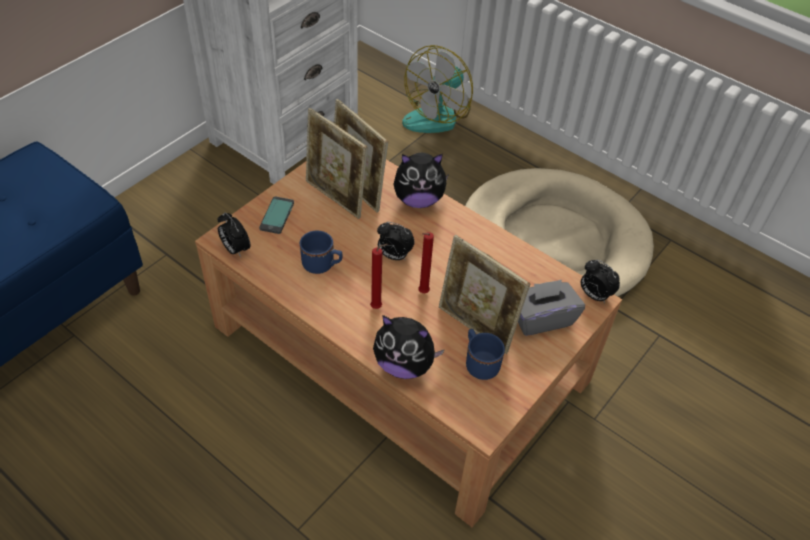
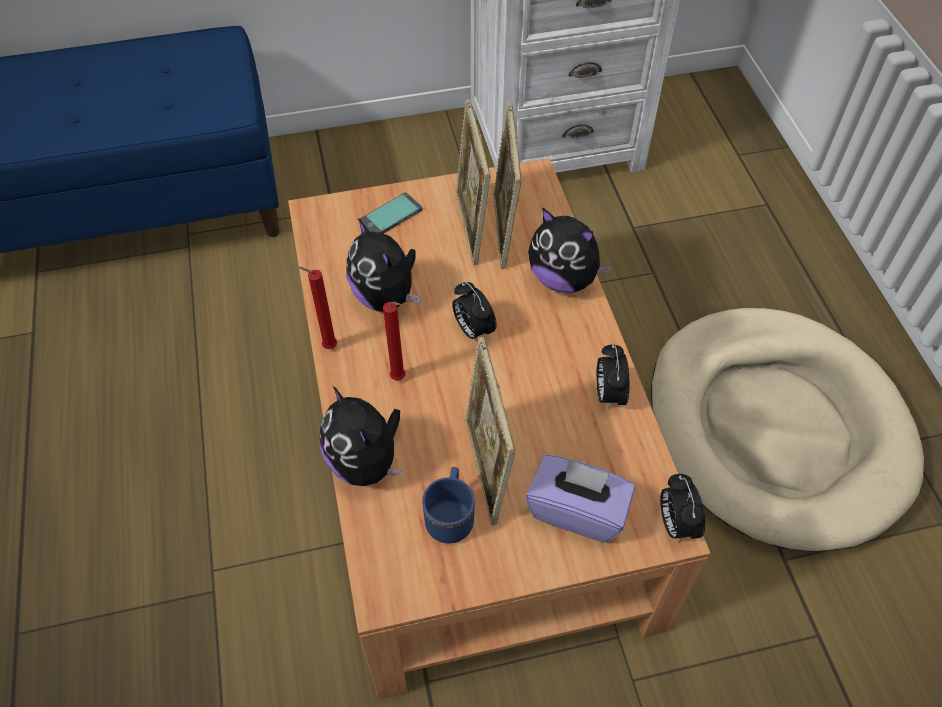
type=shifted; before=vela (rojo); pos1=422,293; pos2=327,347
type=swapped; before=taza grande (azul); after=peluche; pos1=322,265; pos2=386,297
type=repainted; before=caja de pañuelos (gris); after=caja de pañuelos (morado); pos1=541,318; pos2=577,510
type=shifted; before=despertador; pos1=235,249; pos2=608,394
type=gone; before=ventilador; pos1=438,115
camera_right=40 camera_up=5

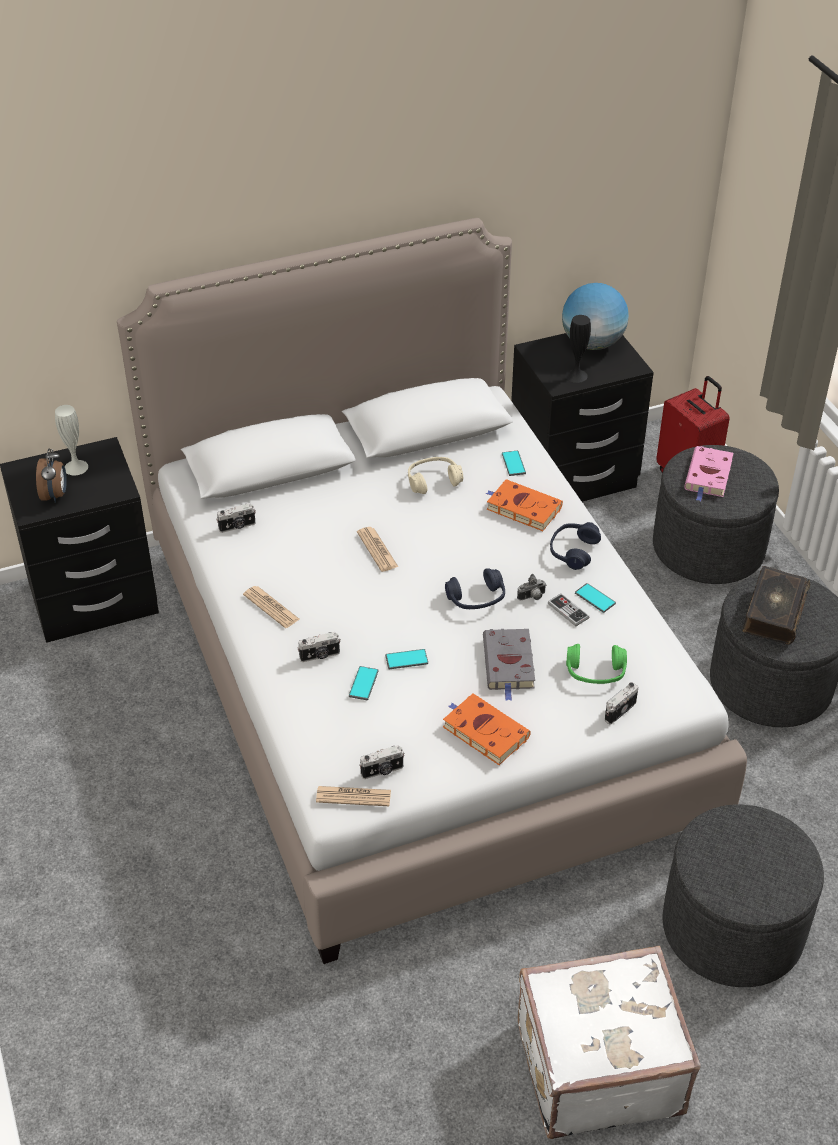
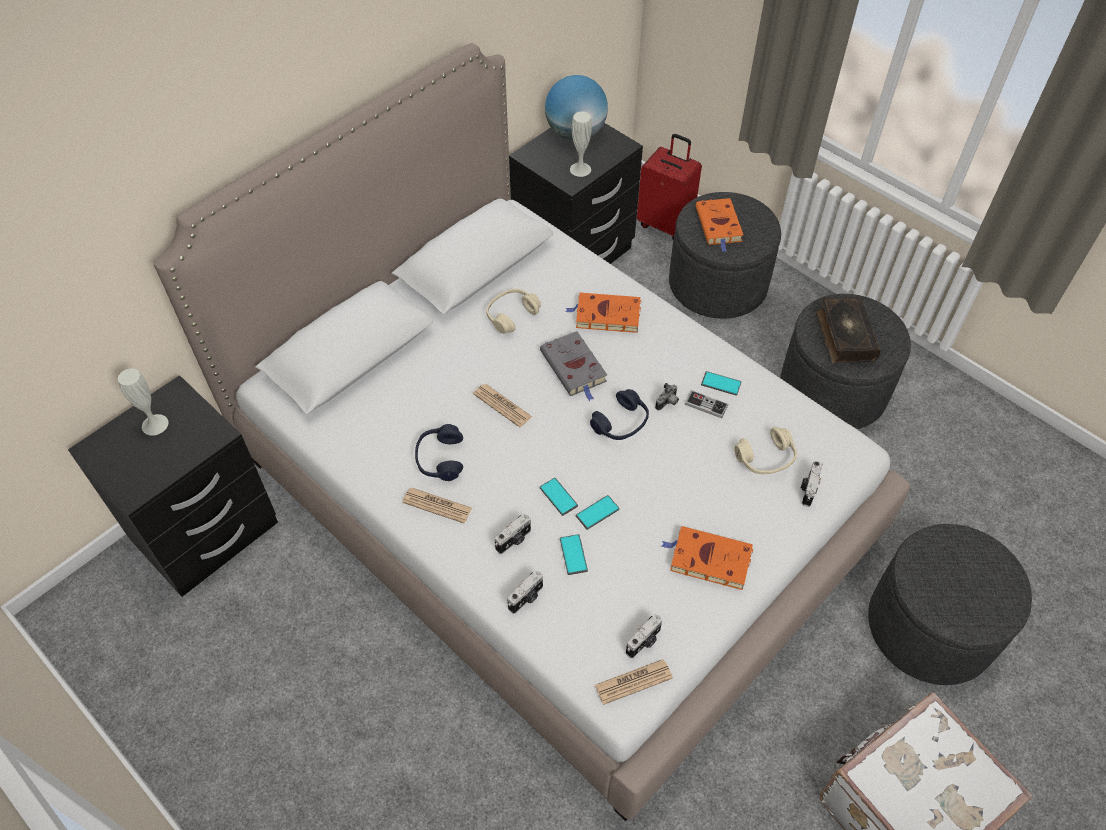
type=shifted; before=auriculares (azul); pos1=573,551; pos2=440,459
type=shifted; before=cámara; pos1=237,527; pos2=527,598
type=shifted; before=libro (gris); pos1=509,665; pos2=574,368
type=shifted; before=móvil; pos1=513,463; pos2=558,497
type=repainted; before=florero (negro); after=florero (blanco); pos1=576,375; pos2=580,169
type=repainted; before=libro (rosa); after=libro (naranja); pos1=708,476; pos2=719,226
type=repainted; before=auriculares (verde); after=auriculares (beis); pos1=595,672; pos2=765,458
type=gone; before=despertador; pos1=55,495
camera_right=-25 camera_up=10

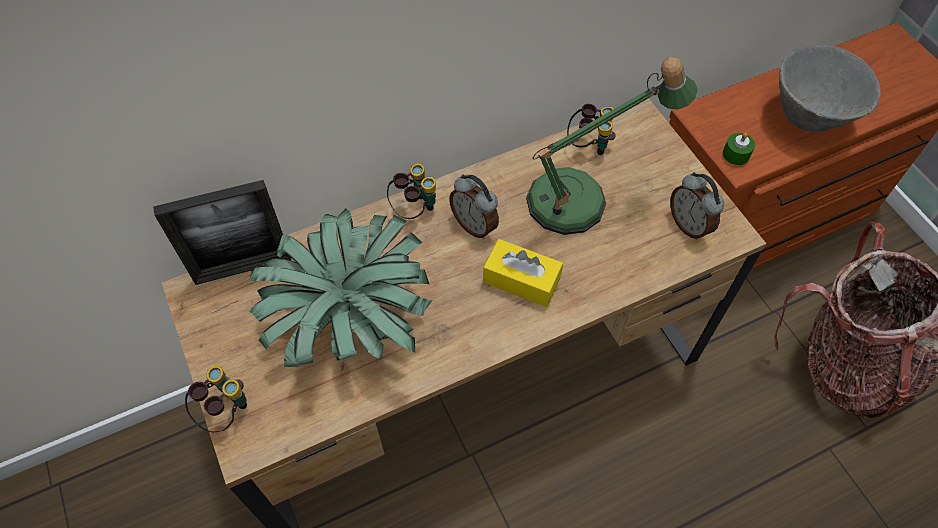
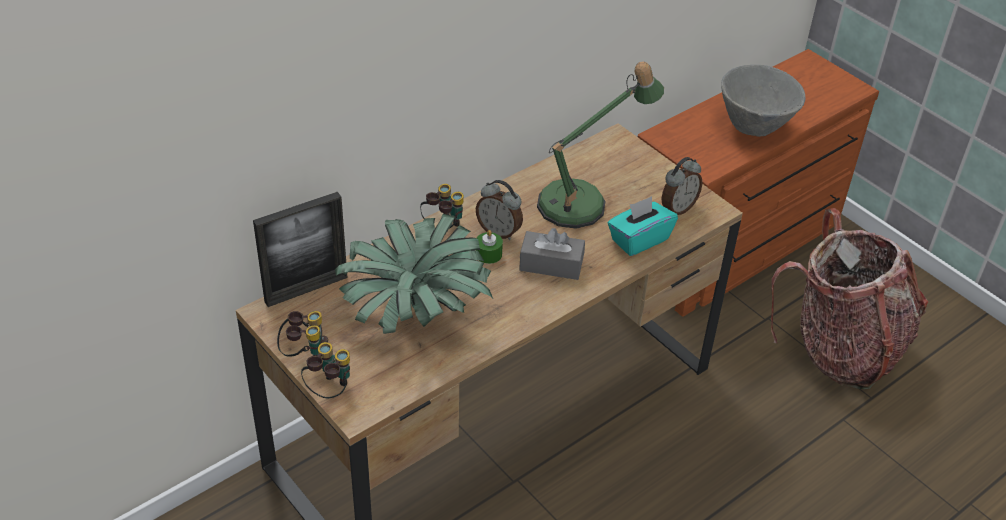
type=shifted; before=prismáticos; pos1=588,145; pos2=304,353
type=shifted; before=vela (verde); pos1=736,154; pos2=488,254
type=repainted; before=caja de pañuelos (amarillo); after=caja de pañuelos (gris); pos1=521,280; pos2=551,264
type=new; after=caja de pañuelos (turquesa); pos2=639,239
type=rotated; before=despertador; pos1=689,225; pos2=677,208; turn=-90
camera_right=-15 camera_up=-15

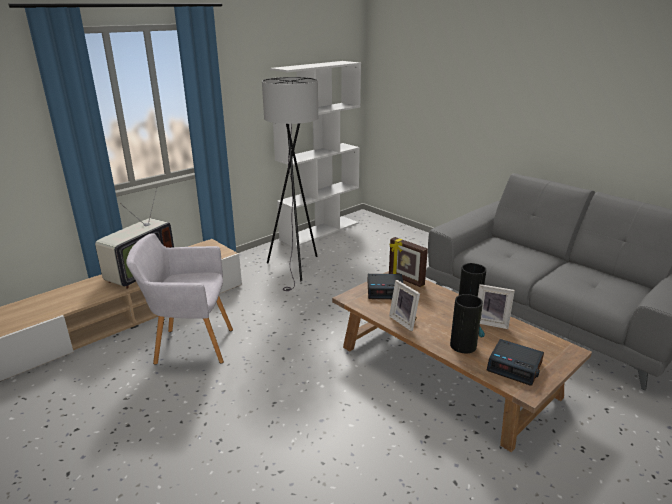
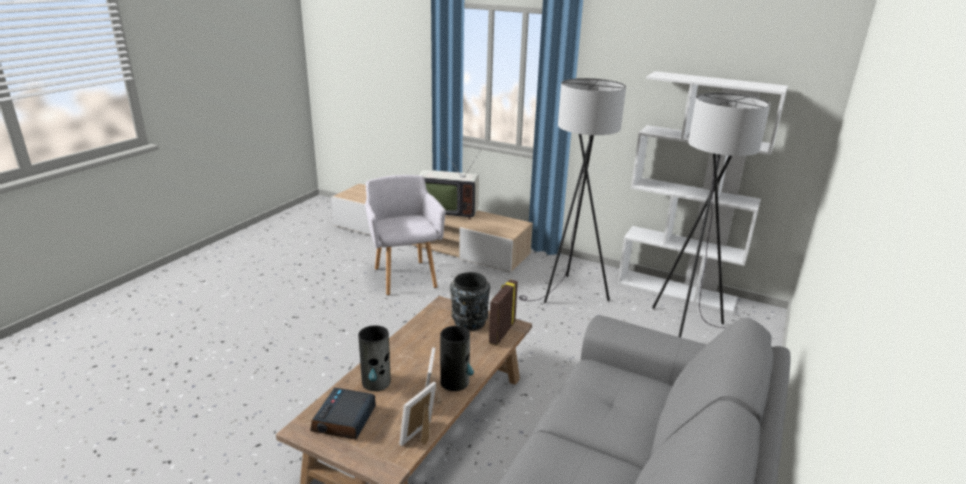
type=shifted; before=portarretratos; pos1=405,321; pos2=421,436
type=swapped; before=despertador; after=florero (negro); pos1=385,290; pos2=469,322
type=new; after=lámpara de pie (gris); pos2=689,324
camera_right=70 camera_up=0

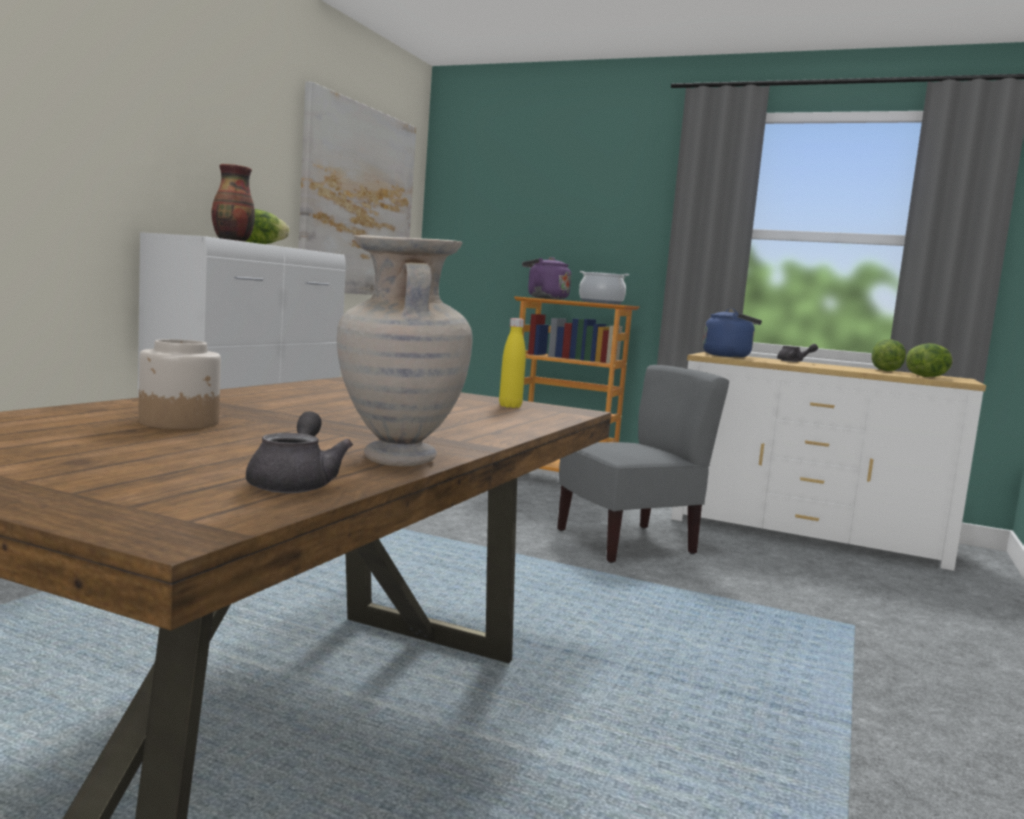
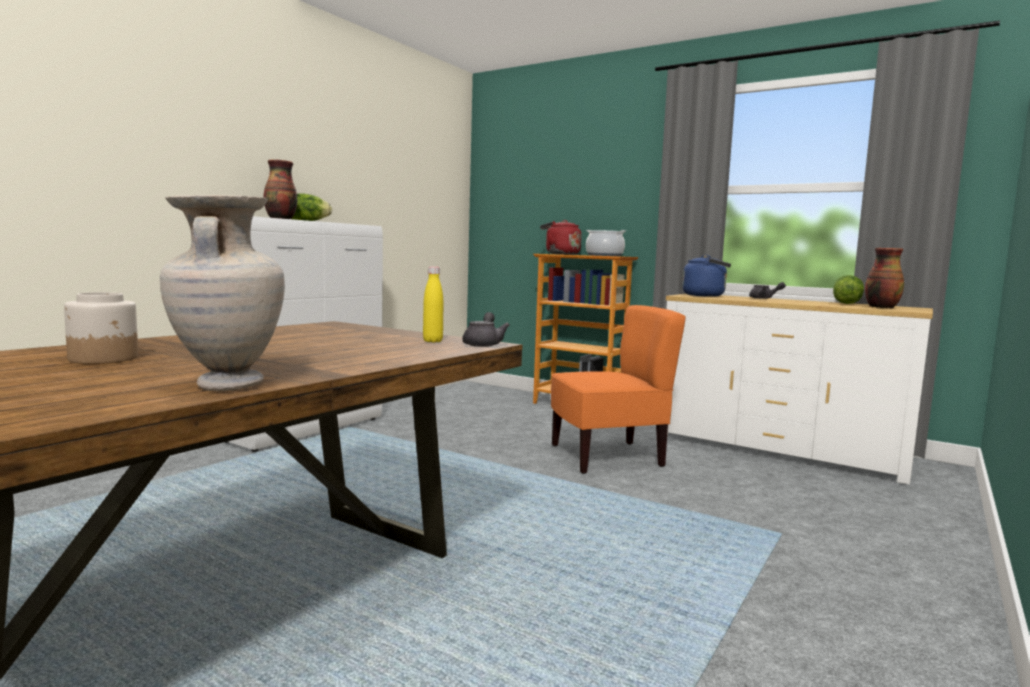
type=shifted; before=tetera (gris); pos1=295,483; pos2=484,344
type=repainted; before=hervidor (morado); after=hervidor (rojo); pos1=544,298; pos2=560,254
type=repainted; before=silla (gris); after=silla (naranja); pos1=627,543; pos2=607,456
type=swapped; before=lechuga; after=florero; pos1=927,376; pos2=880,307
type=gone; before=cuadro; pos1=358,201
camera_right=10 camera_up=0

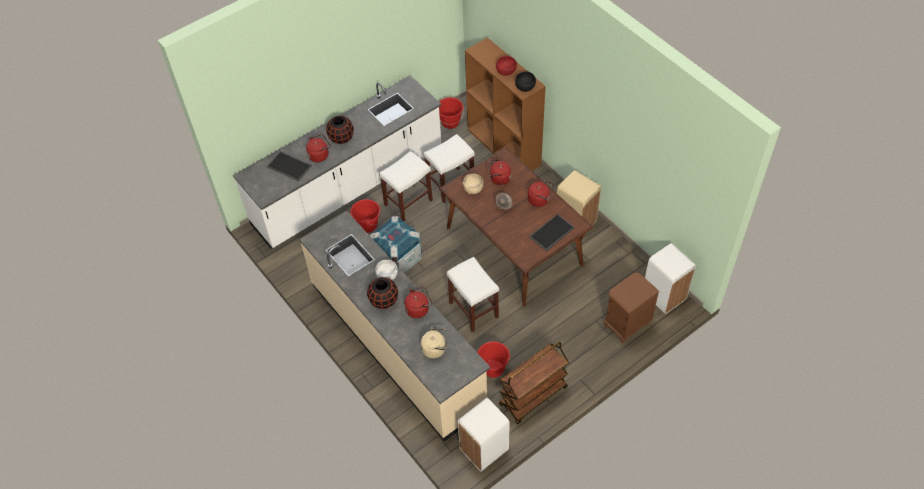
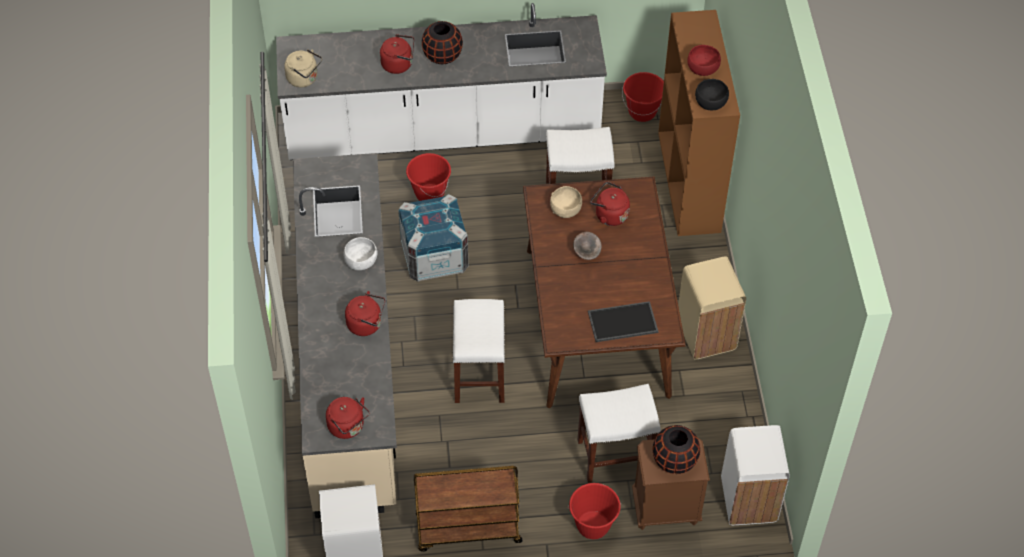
type=shifted; before=hervidor (beis); pos1=435,349; pos2=304,79
type=shifted; before=hervidor (rojo); pos1=540,200; pos2=348,427
type=shifted; before=cubo (rojo); pos1=493,369; pos2=593,526
type=shifted; before=taburete (blanco); pos1=408,203; pos2=614,456
type=shifted; before=florero (negro); pos1=384,300; pos2=674,460
type=gone; before=bandeja; pos1=290,166
camera_right=30 camera_up=0

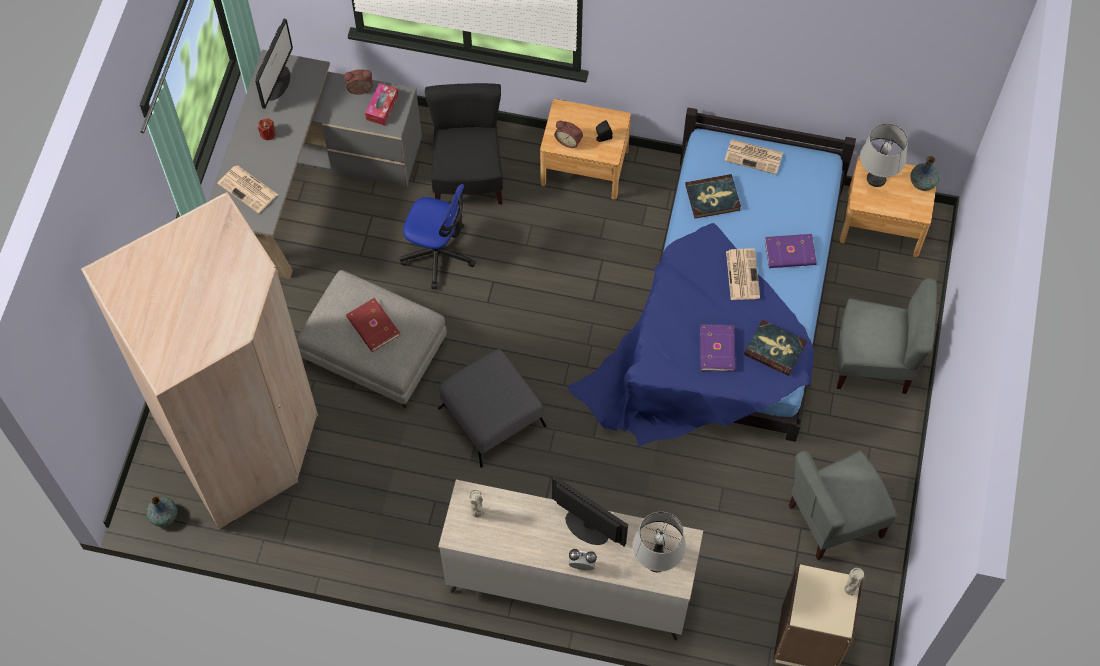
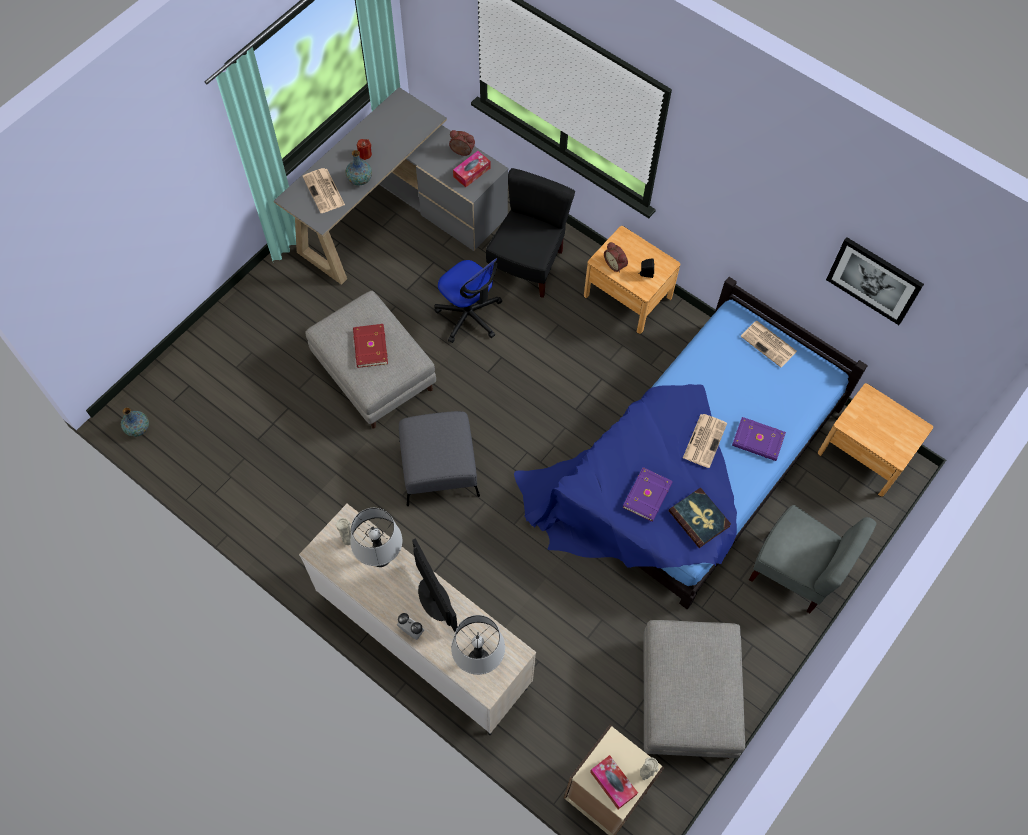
type=shifted; before=florero; pos1=922,183; pos2=360,179
type=shifted; before=lámpara de mesa (gris); pos1=876,179; pos2=380,557
type=new; after=caja de pañuelos; pos2=613,783
type=swapped; before=silla (gris); after=puf (gris); pos1=834,519; pos2=686,696
type=new; after=cuadro; pos2=874,280
type=gone; before=armario ropero (beis); pos1=243,437
type=gone; before=monitor; pos1=277,82
type=gone; before=libro; pos1=712,198
camera_right=25 camera_up=0

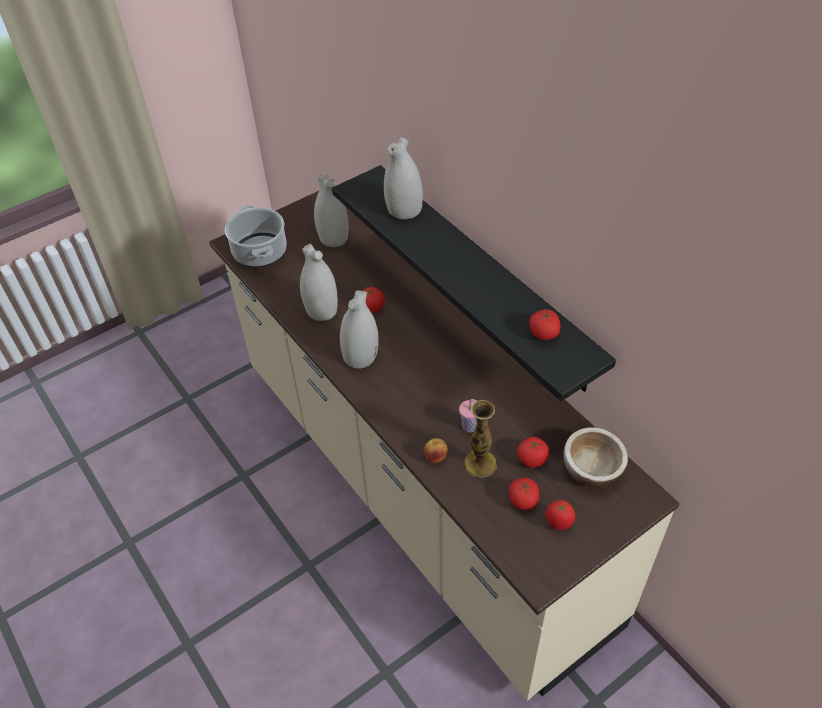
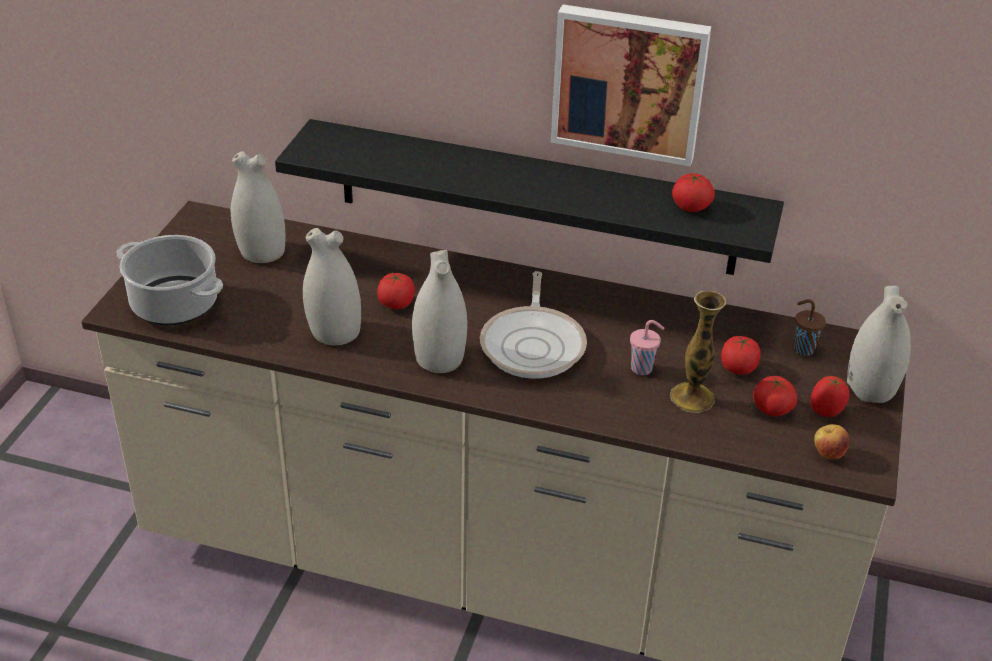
type=new; after=sartén; pos2=534,344
type=new; after=cuadro; pos2=629,82
type=swapped; before=cuenco; after=taza (marrón); pos1=591,469; pos2=802,349
type=shifted; before=manzana; pos1=435,457; pos2=828,454
type=shifted; before=florero (blanco); pos1=404,210; pos2=870,389
camera_right=-40 camera_up=-10

